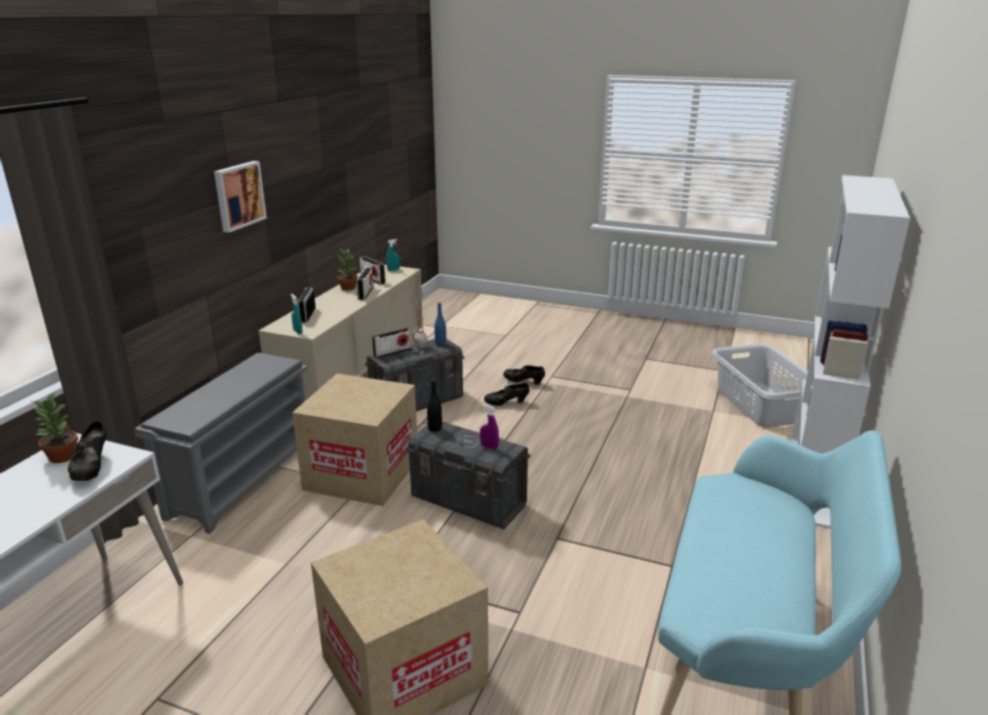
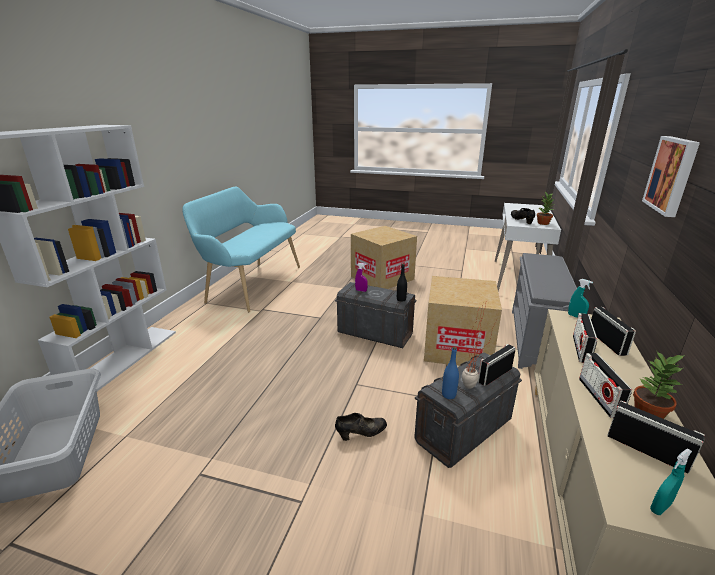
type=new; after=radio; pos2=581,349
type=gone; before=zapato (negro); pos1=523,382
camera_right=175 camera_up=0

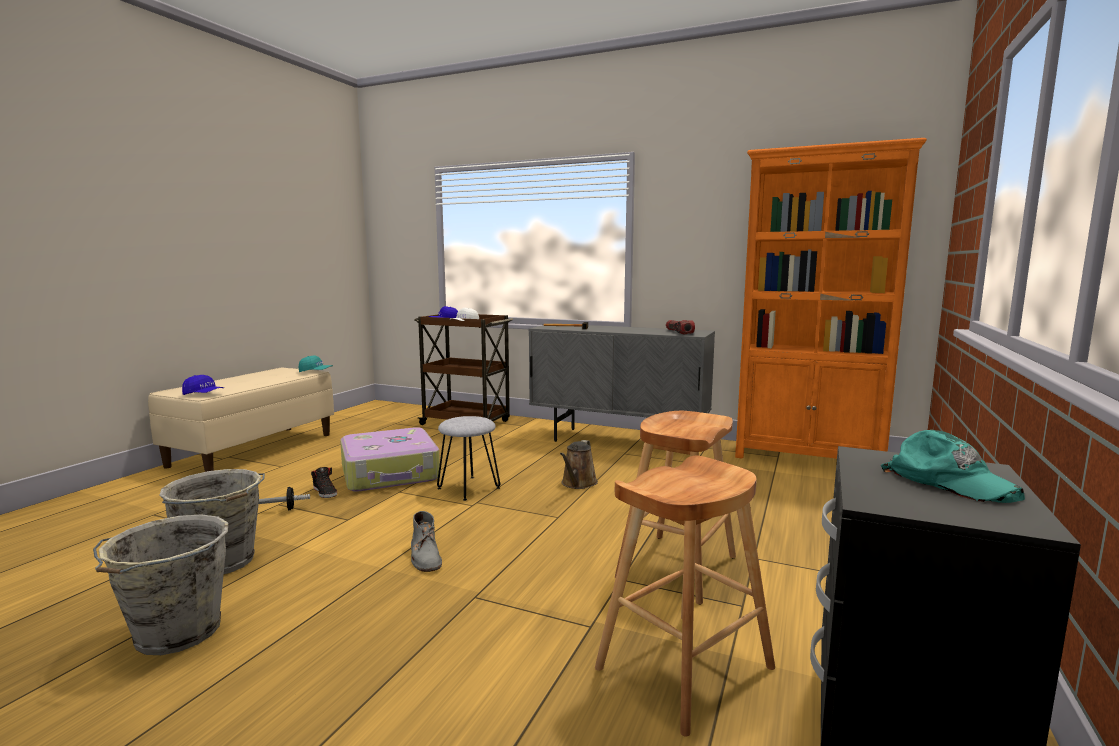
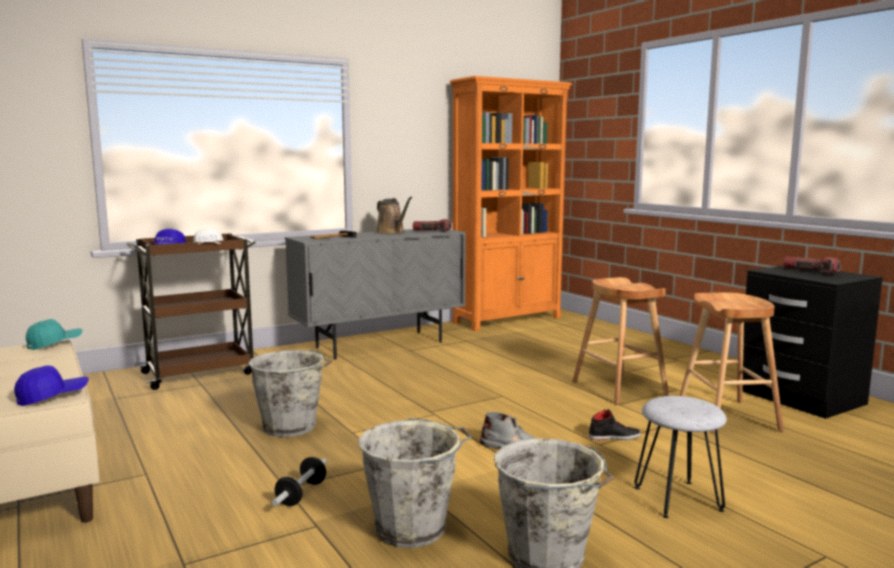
type=swapped; before=maleta; after=cubo (gris); pos1=391,473; pos2=292,427
type=shifted; before=regadera (marrón); pos1=578,484; pos2=392,232
type=shifted; before=zapato (negro); pos1=325,492; pos2=614,437
type=shifted; before=taburete (gris); pos1=469,488; pos2=678,499
type=swapped; before=gorra (turquesa); after=linterna; pos1=949,481; pos2=811,271
camera_right=-55 camera_up=0

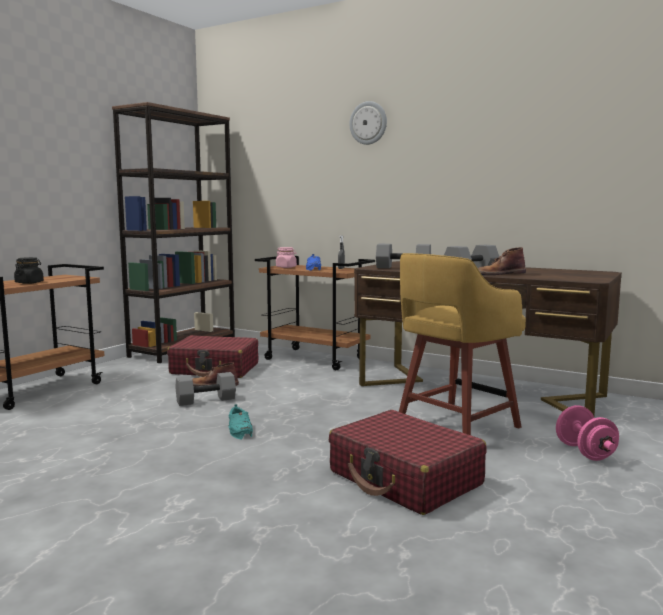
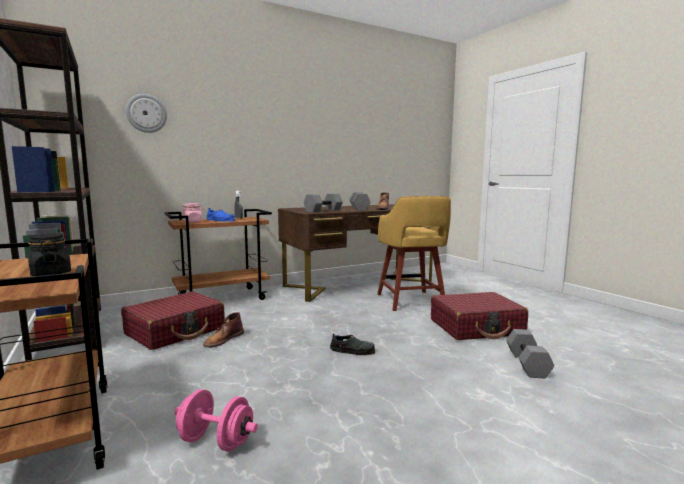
type=shifted; before=reloj de pared; pos1=368,123; pos2=146,113
type=shifted; before=mancuerna (rosa); pos1=585,452; pos2=216,441
type=repainted; before=zapato (turquesa); after=zapato (negro); pos1=240,429; pos2=353,350
type=shifted; before=mancuerna (gris); pos1=205,400; pos2=528,364
camera_right=-60 camera_up=0

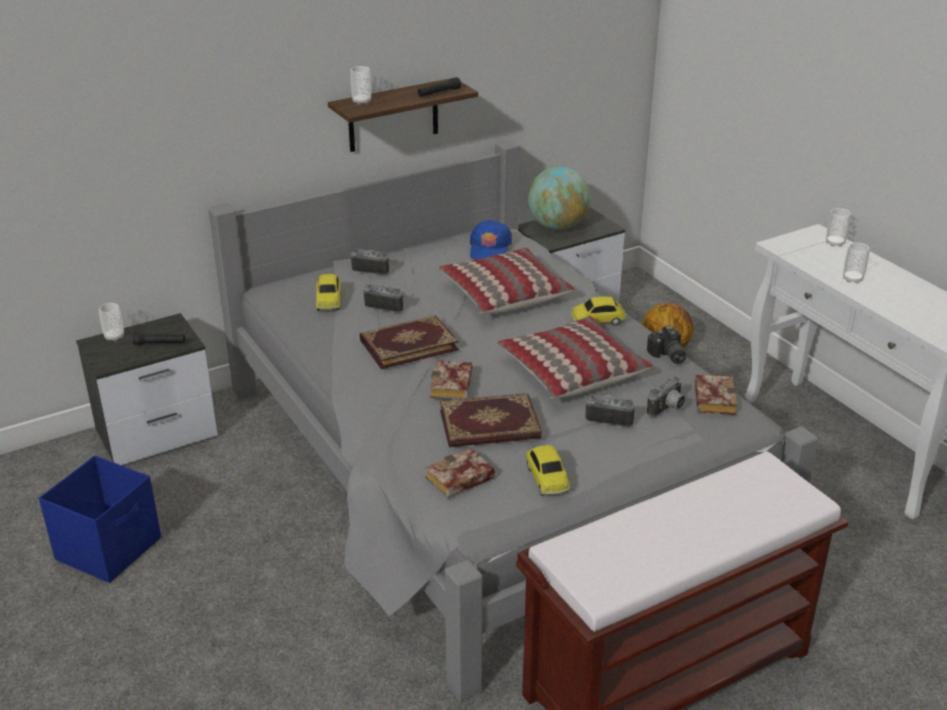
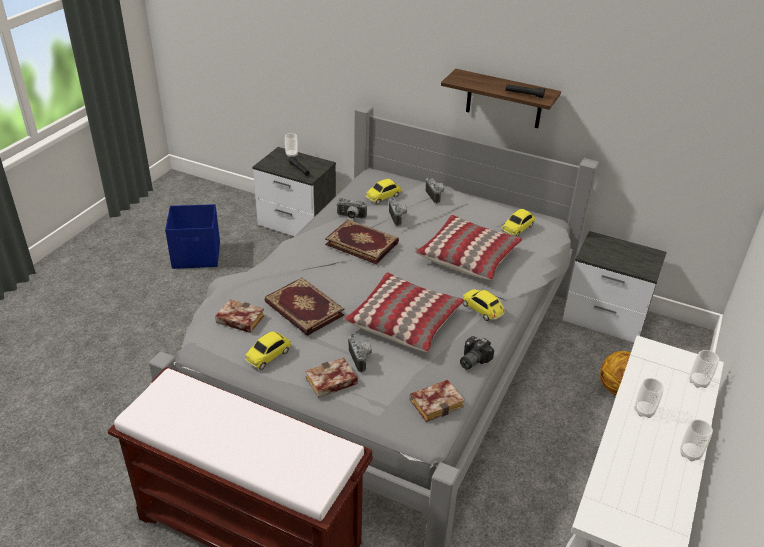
type=shifted; before=libro; pos1=453,386; pos2=330,383
type=shifted; before=cámara; pos1=668,409; pos2=351,217
type=swapped; before=gorra (azul); after=coche de juguete; pos1=490,249; pos2=518,228
type=shifted; before=taza; pos1=361,102; pos2=690,453
type=gone; before=globo terráqueo; pos1=558,226
camera_right=55 camera_up=5

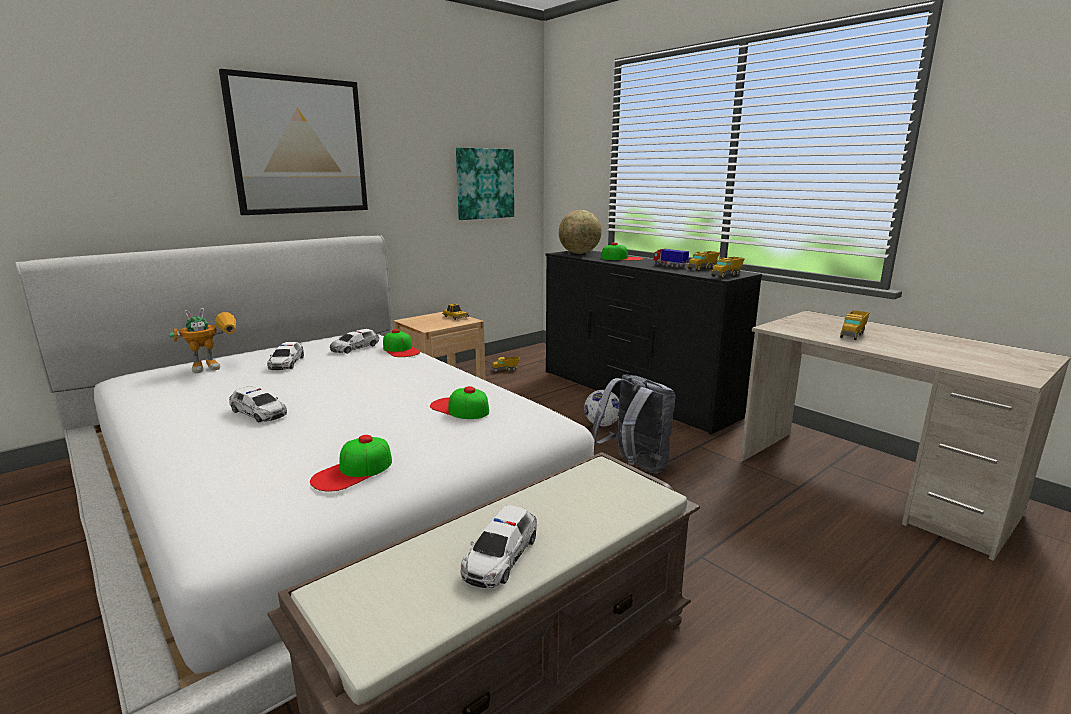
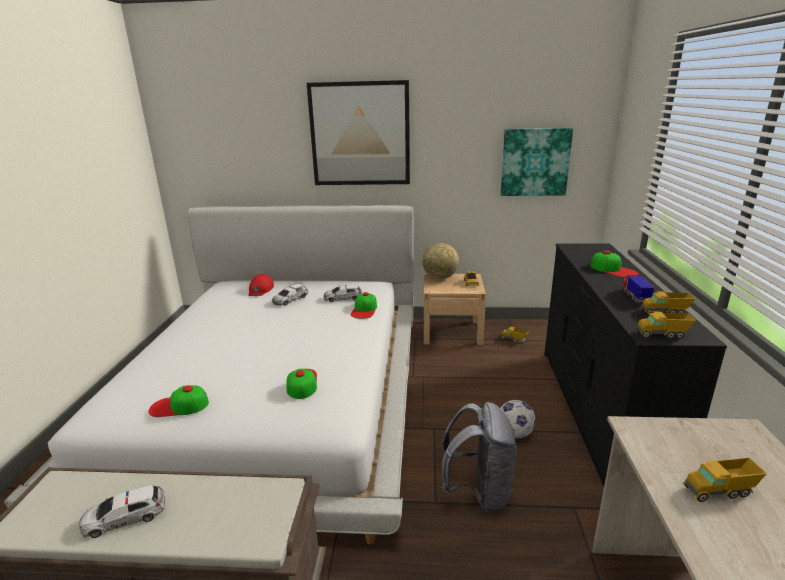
type=swapped; before=robot de juguete; after=gorra (rojo); pos1=216,366; pos2=260,289
type=shifted; before=globo terráqueo; pos1=579,253; pos2=440,278
type=gone; before=coche de juguete; pos1=259,413
camera_right=45 camera_up=5

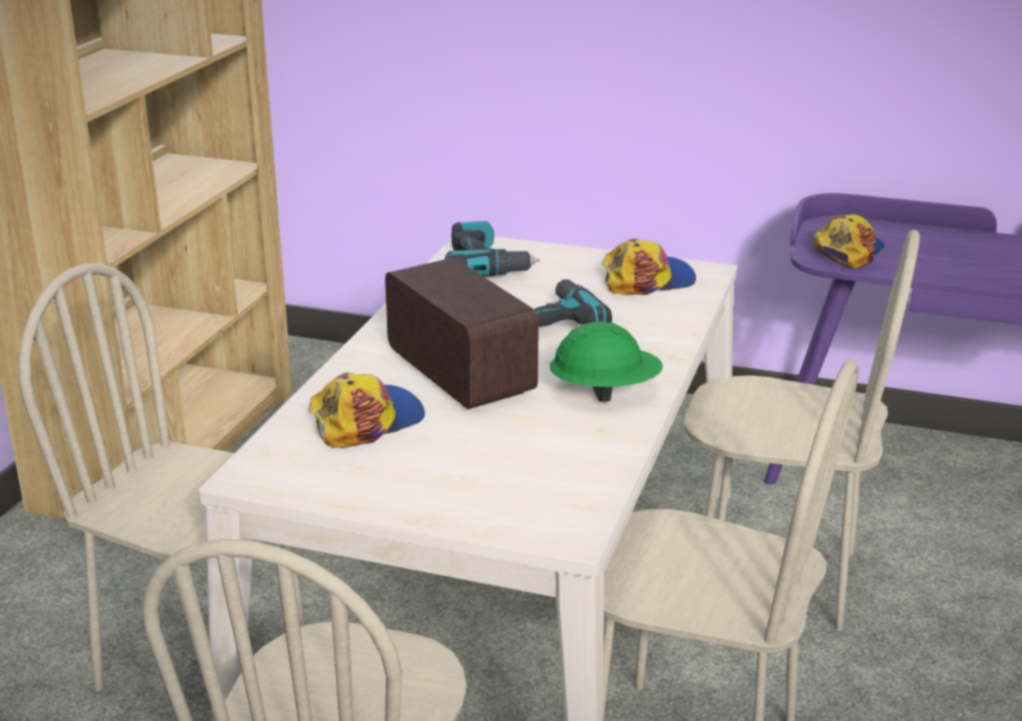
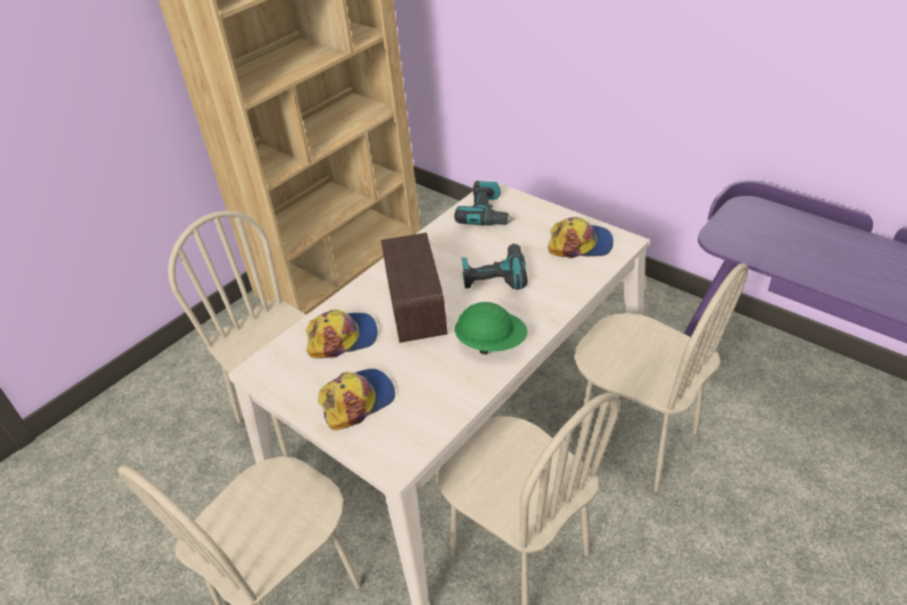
type=shifted; before=gorra; pos1=847,251; pos2=357,400
camera_right=25 camera_up=15

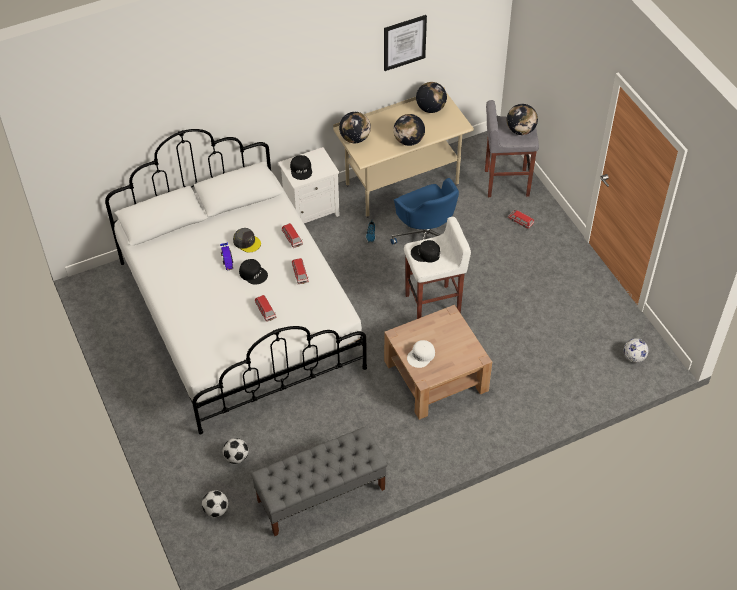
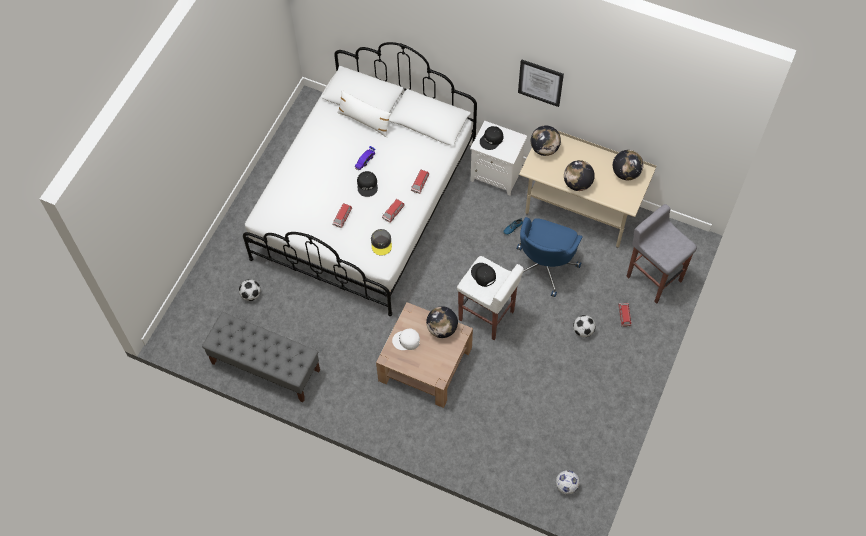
type=new; after=cojín (blanco); pos2=364,121
type=shifted; before=gorra (gris); pos1=247,242; pos2=381,243
type=shifted; before=globo terráqueo; pos1=520,130; pos2=442,329
type=shifted; before=cuadro; pos1=404,42; pos2=540,82
type=shifted; before=balón de fútbol; pos1=216,510; pos2=583,330
camera_right=50 camera_up=10

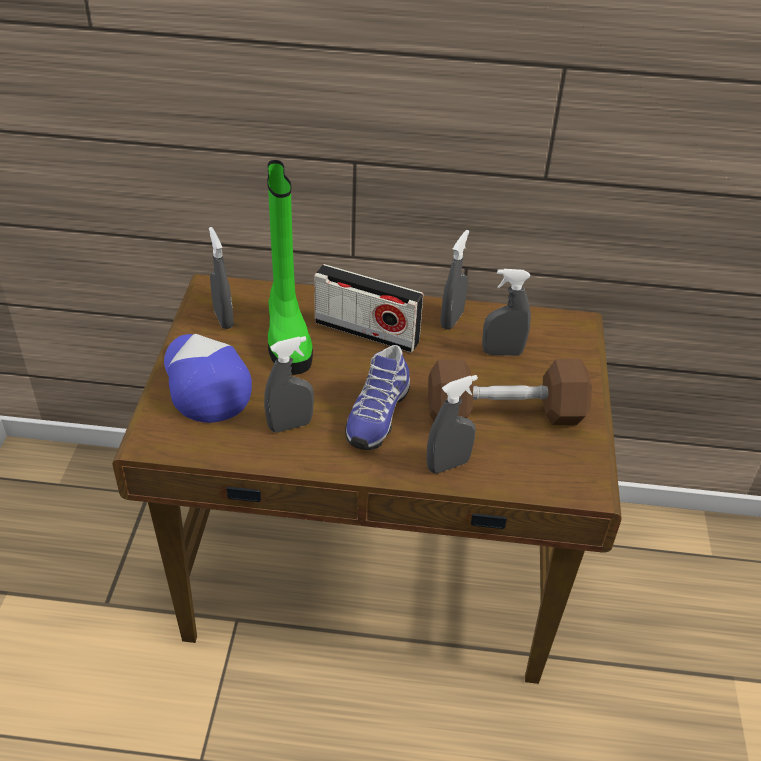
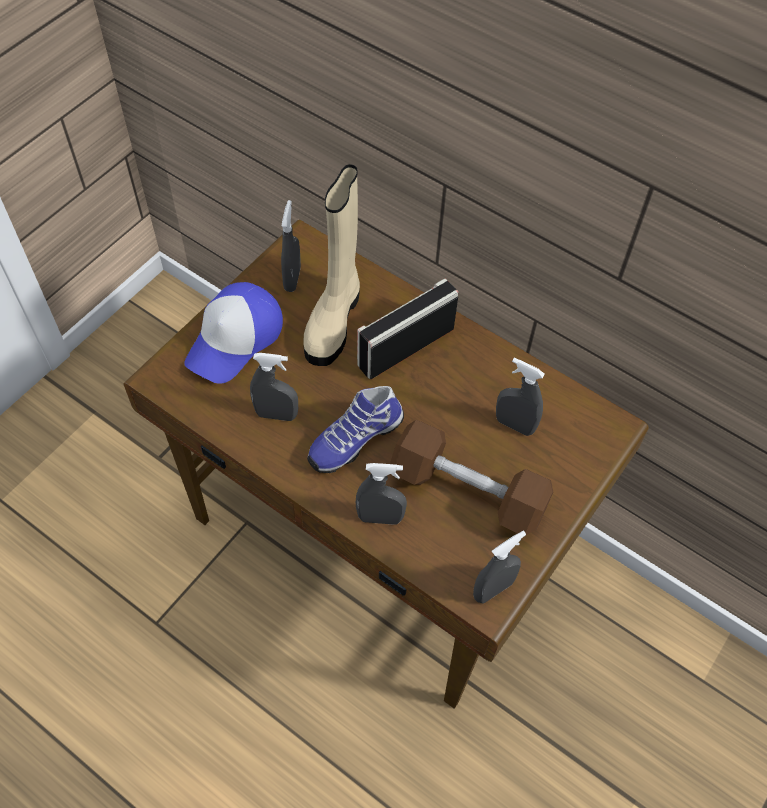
type=rotated; before=gorra; pos1=204,383; pos2=235,339; turn=-150
type=repainted; before=bota (verde); after=bota (beis); pos1=287,335; pos2=334,320
type=rotated; before=radio; pos1=366,332; pos2=406,347; turn=90
type=shifted; before=pulverizador (gris); pos1=452,319; pos2=493,589
camera_right=30 camera_up=15

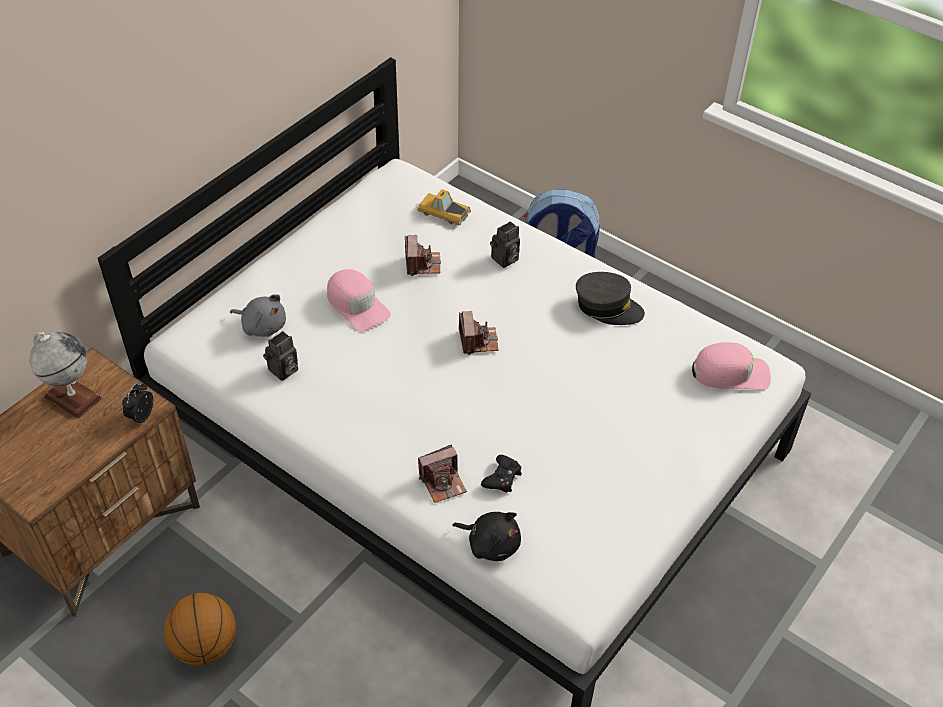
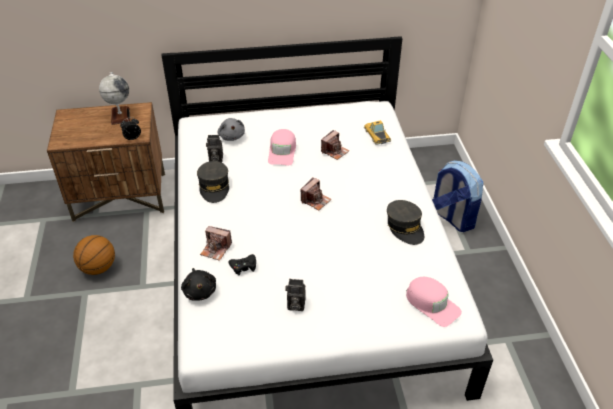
type=new; after=gorra (gris); pos2=214,187
type=shifted; before=cámara; pos1=505,260; pos2=295,305
camera_right=45 camera_up=-5

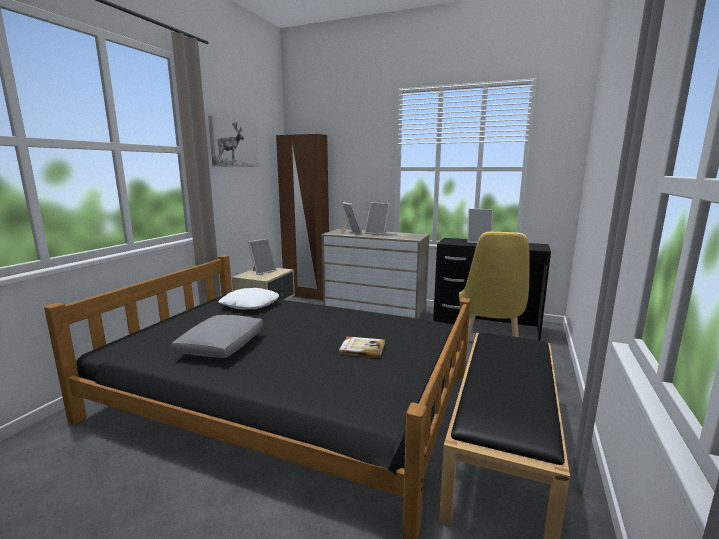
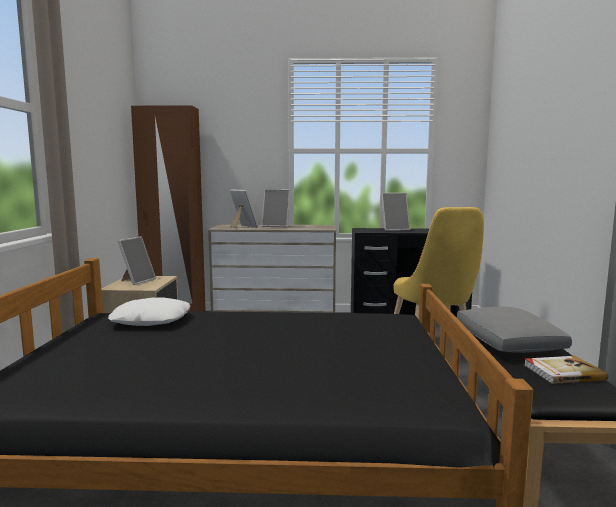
type=shifted; before=cojín (gris); pos1=222,346; pos2=507,343
type=shifted; before=libro; pos1=362,348; pos2=562,372
type=gone; before=cuadro; pos1=233,143
camera_right=-20 camera_up=-5

